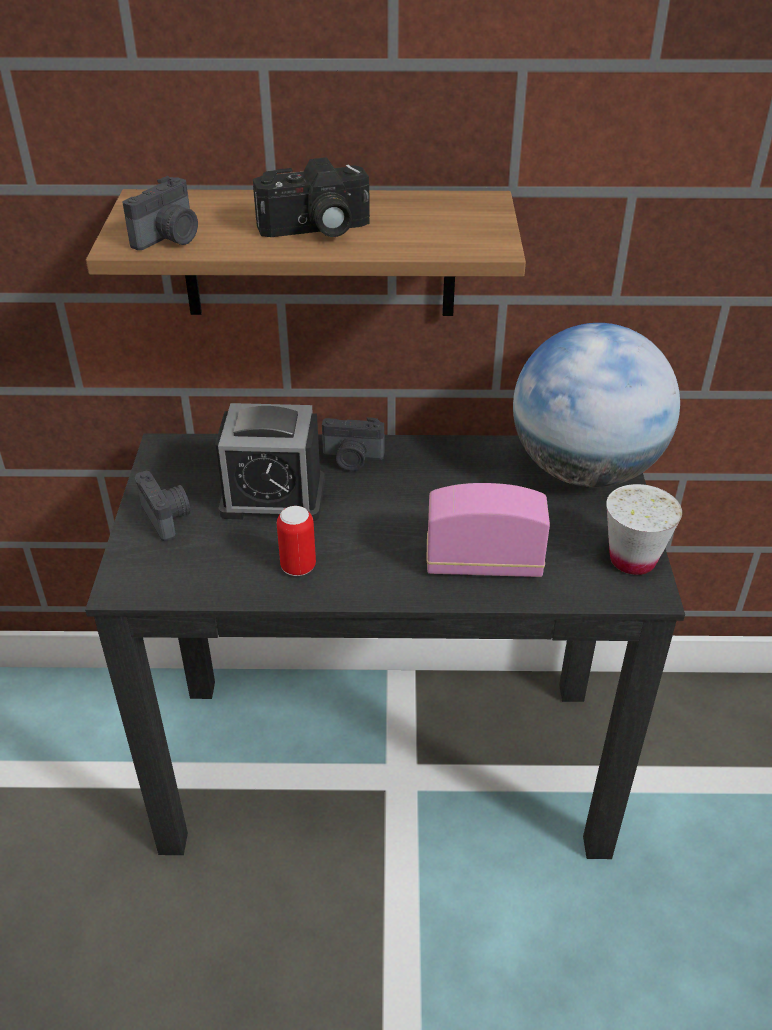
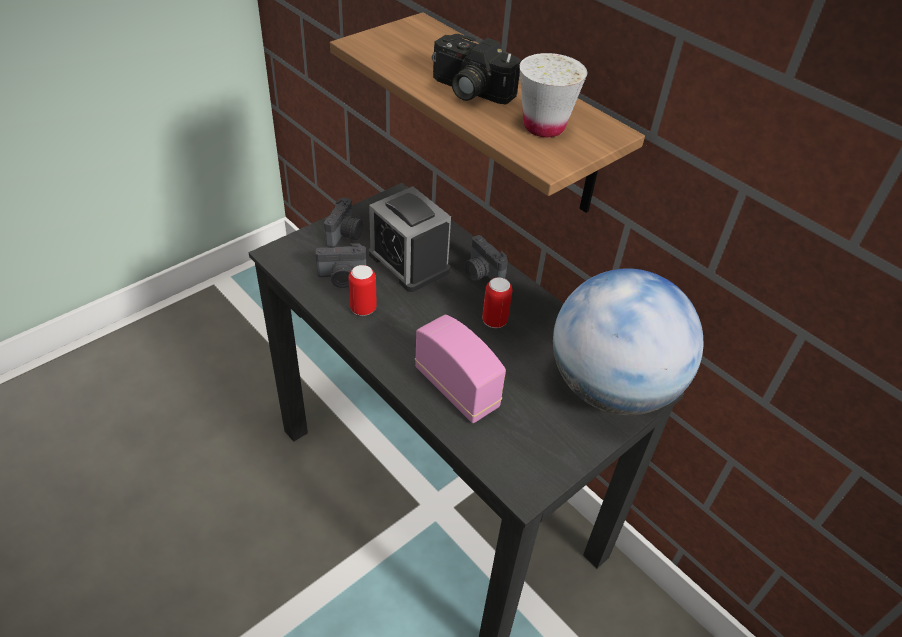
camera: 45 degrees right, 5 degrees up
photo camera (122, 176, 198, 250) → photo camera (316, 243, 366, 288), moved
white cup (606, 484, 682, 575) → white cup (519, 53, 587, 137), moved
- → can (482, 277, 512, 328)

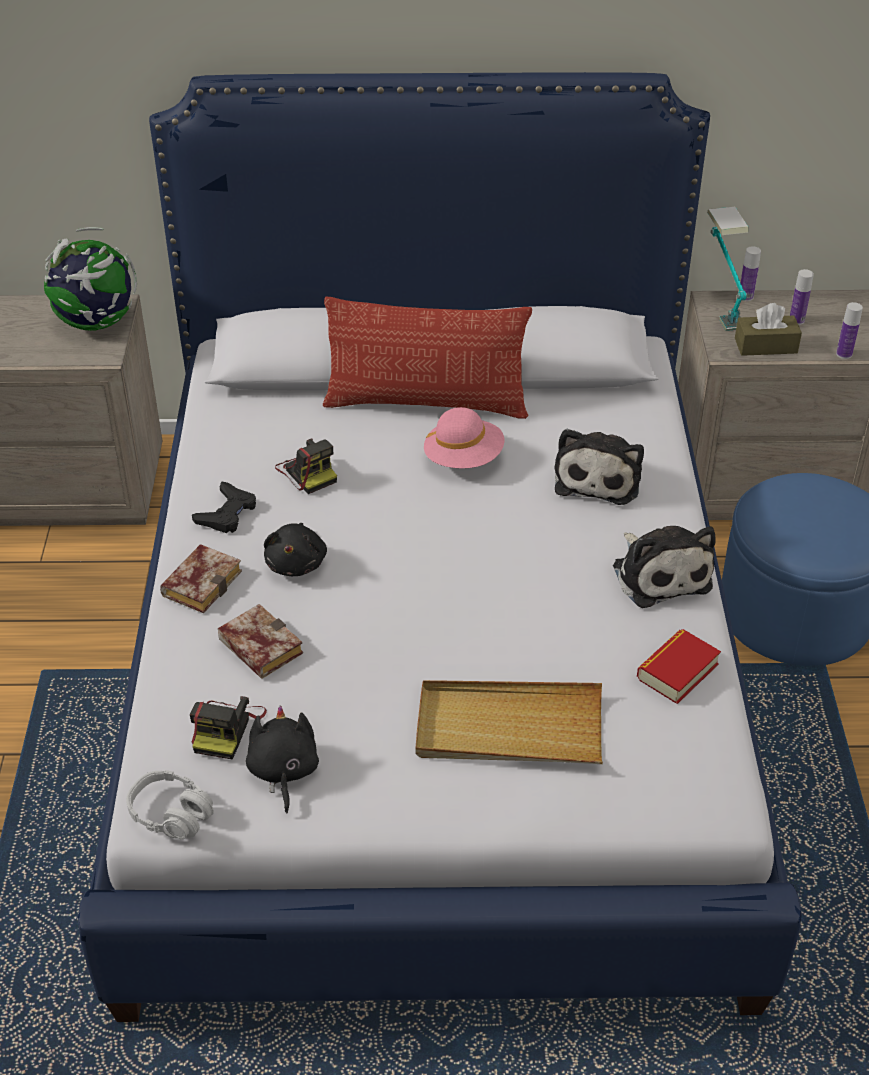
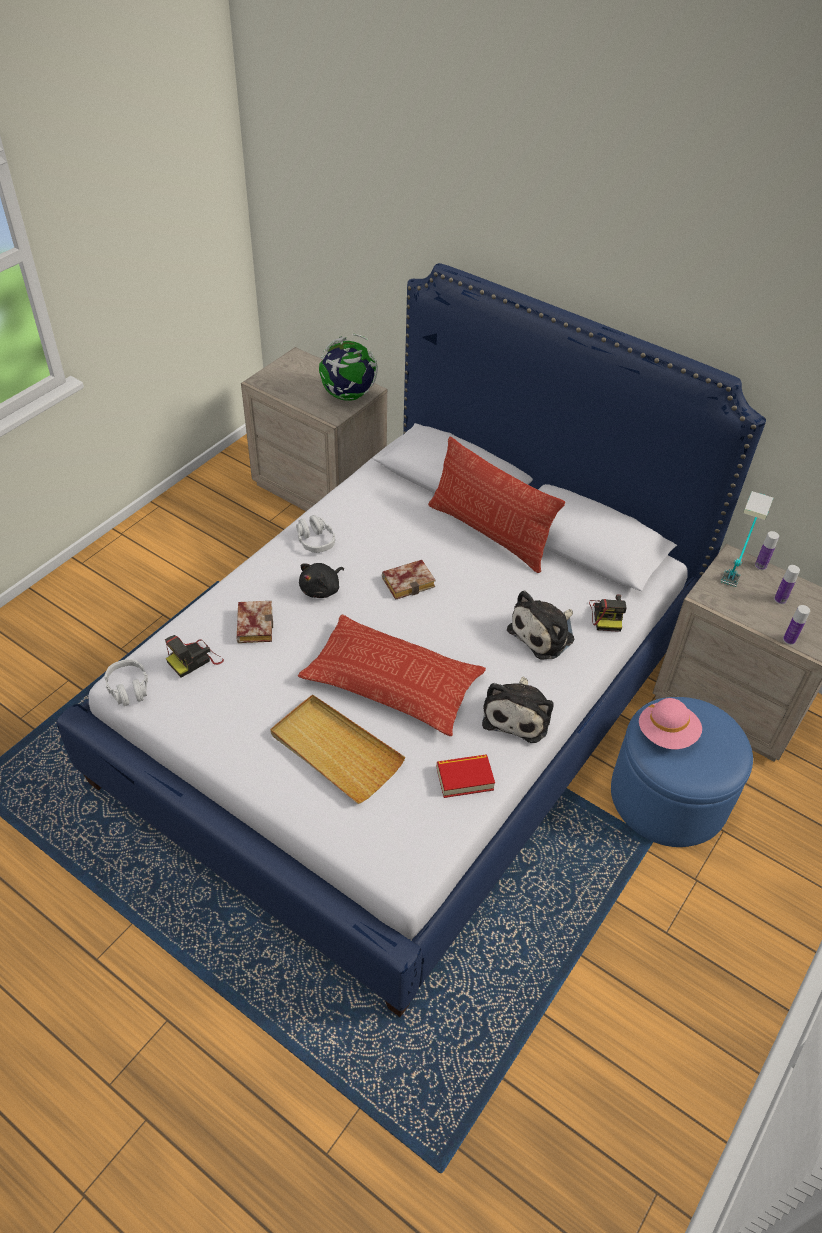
camera: 35 degrees right, 5 degrees up
brown tissue box (735, 303, 802, 356) → -
pink hat (424, 407, 504, 468) → pink hat (639, 698, 702, 749), moved
photo camera (275, 438, 337, 494) → photo camera (589, 595, 627, 632), moved
black game controller (192, 481, 256, 533) → grey headphones (296, 515, 335, 553)
book (160, 544, 242, 613) → book (382, 560, 436, 600), moved
black plush toy (246, 706, 319, 813) → -
- → pillow (298, 615, 486, 736)

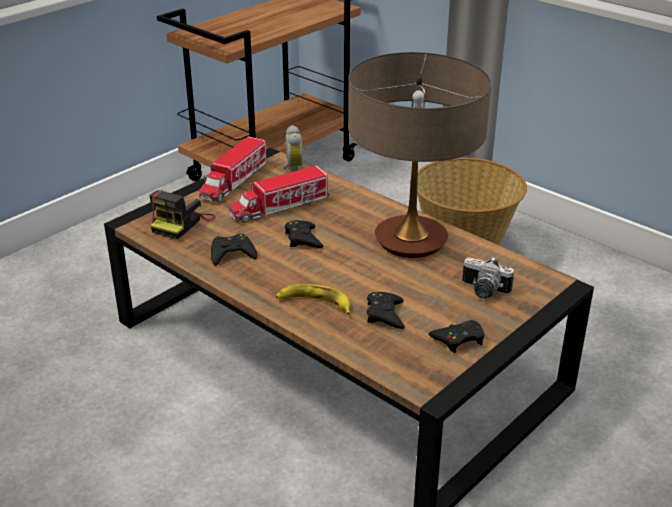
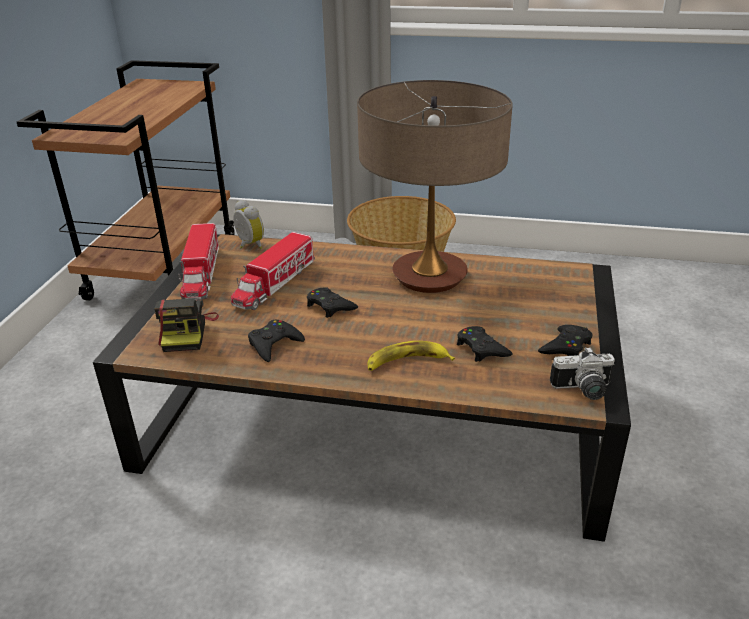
camera: 30 degrees left, 0 degrees up
photo camera (462, 256, 514, 299) → photo camera (550, 347, 615, 400), moved

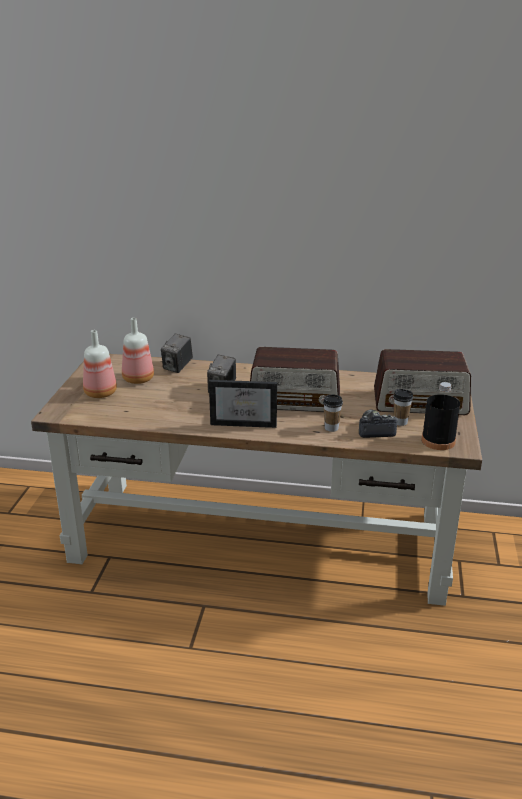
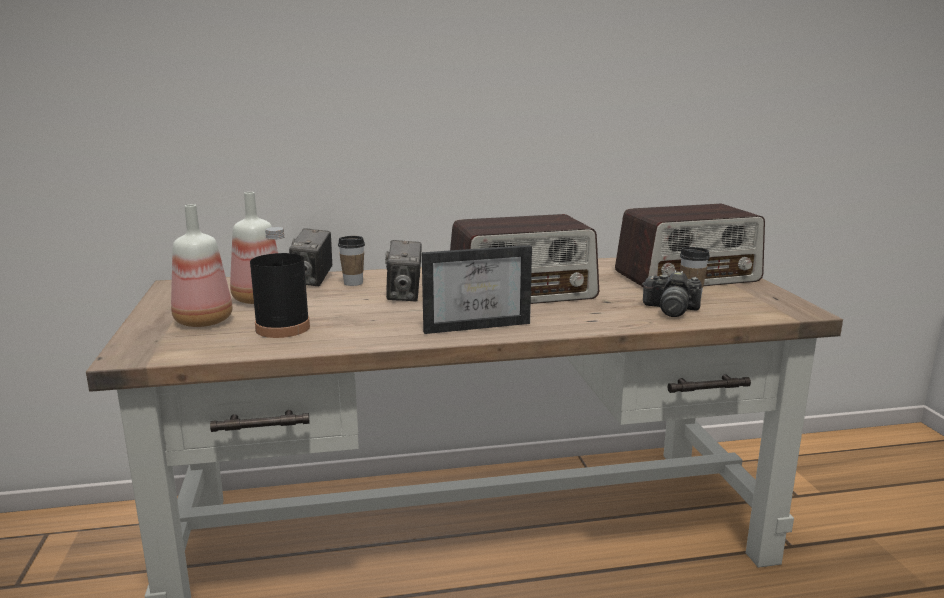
camera: 20 degrees left, 10 degrees down
black bottle (422, 382, 460, 450) → black bottle (250, 227, 310, 338), moved
cup (323, 395, 343, 432) → cup (338, 236, 365, 286), moved
photo camera (359, 410, 398, 438) → photo camera (642, 270, 702, 317), 135 degrees counterclockwise

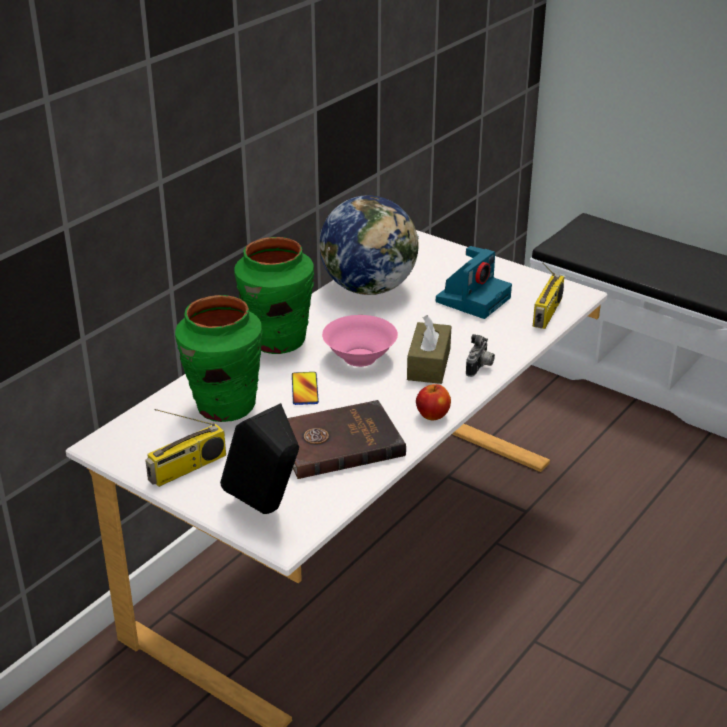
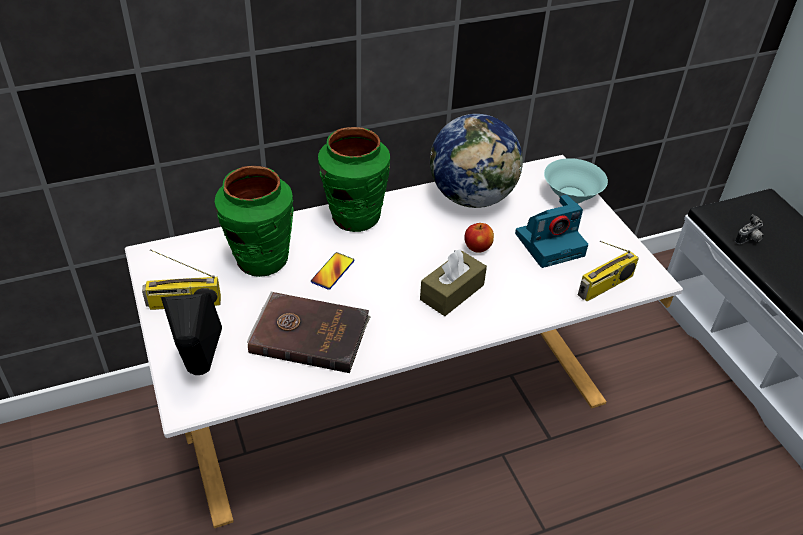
camera: 30 degrees right, 10 degrees up
pink bowl (322, 315, 398, 367) → -
photo camera (466, 334, 495, 377) → photo camera (735, 214, 764, 244), moved
apple (416, 384, 451, 420) → apple (464, 223, 494, 253), moved
- → turquoise bowl (544, 158, 608, 204)

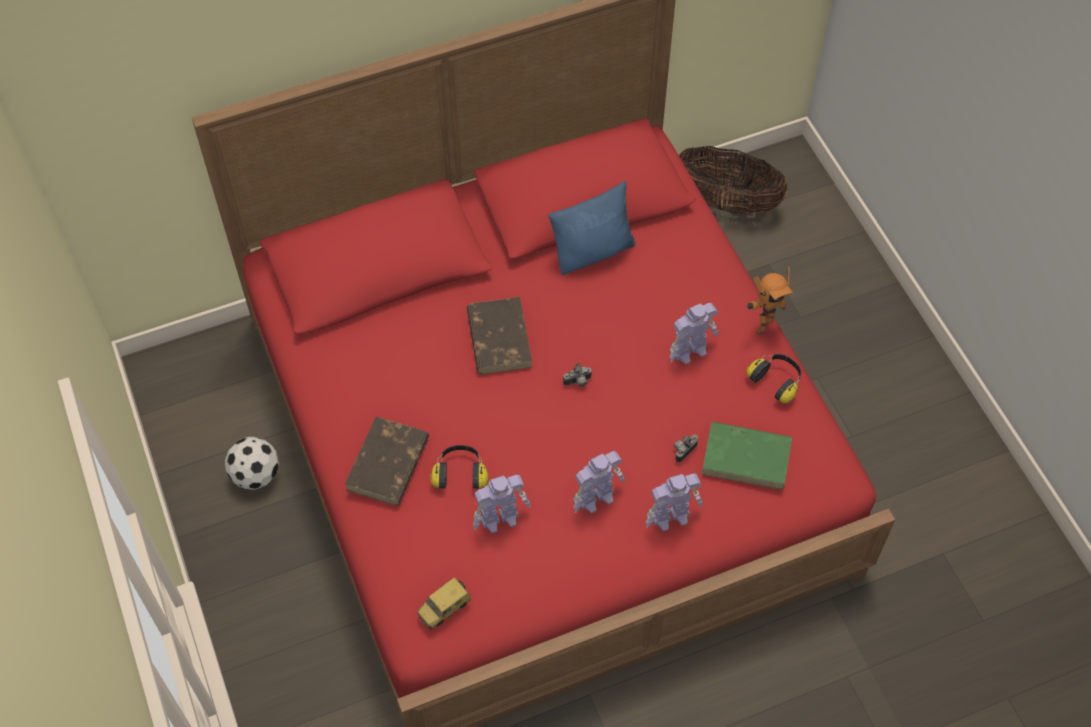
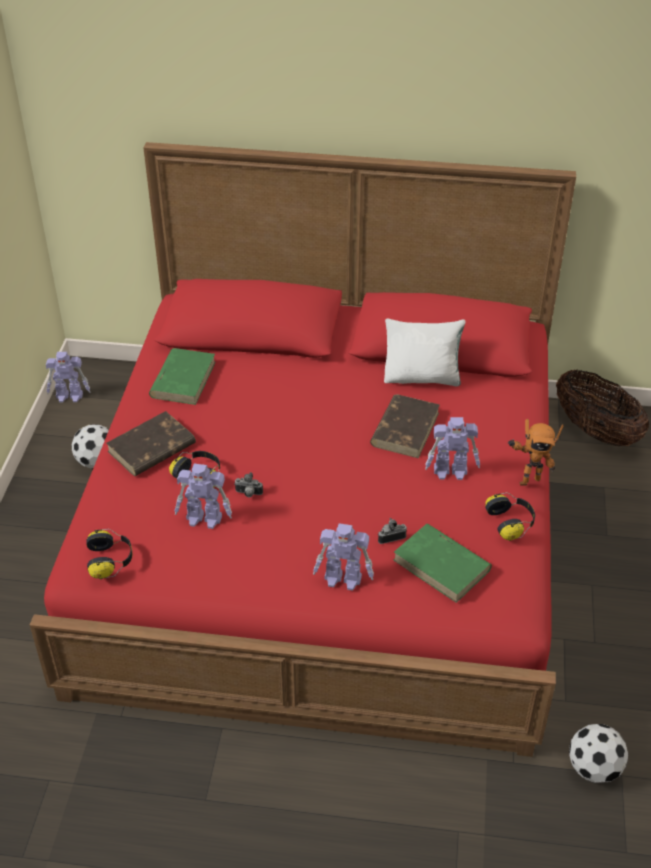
camera: 30 degrees right, 15 degrees down
blue pillow (548, 181, 636, 275) → white pillow (384, 319, 465, 386)
brown book (467, 297, 532, 374) → brown book (370, 394, 440, 458), moved
photo camera (563, 363, 592, 387) → photo camera (234, 472, 263, 498), moved
toy robot (573, 451, 625, 513) → toy robot (46, 352, 90, 402), moved
toy car (417, 577, 472, 629) → headphones (86, 529, 132, 579)
- → green book (149, 348, 216, 405)
- → football (569, 724, 628, 783)

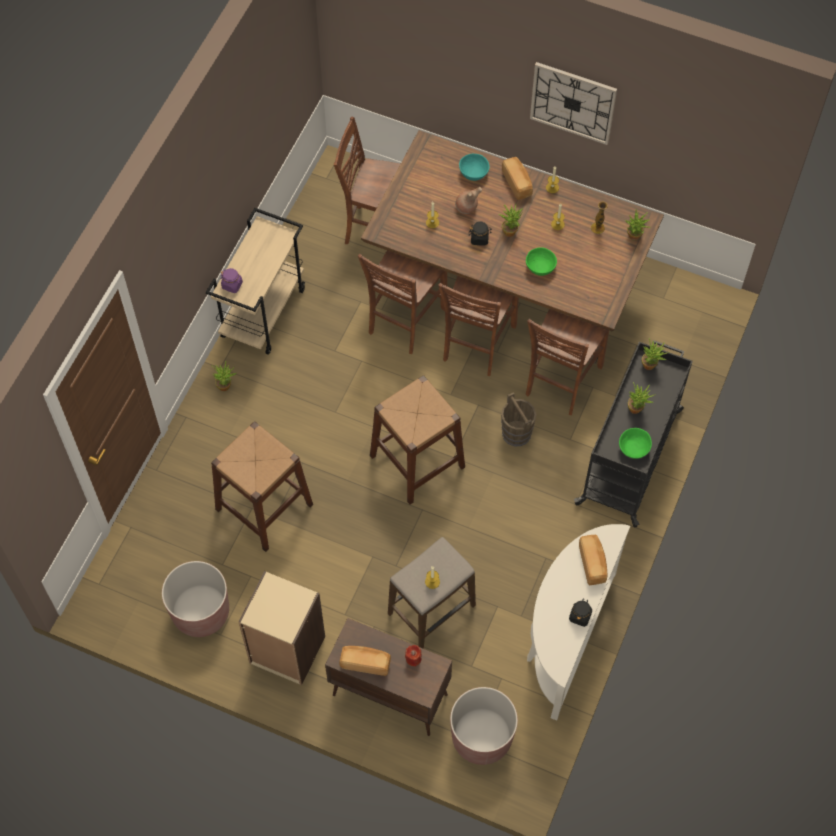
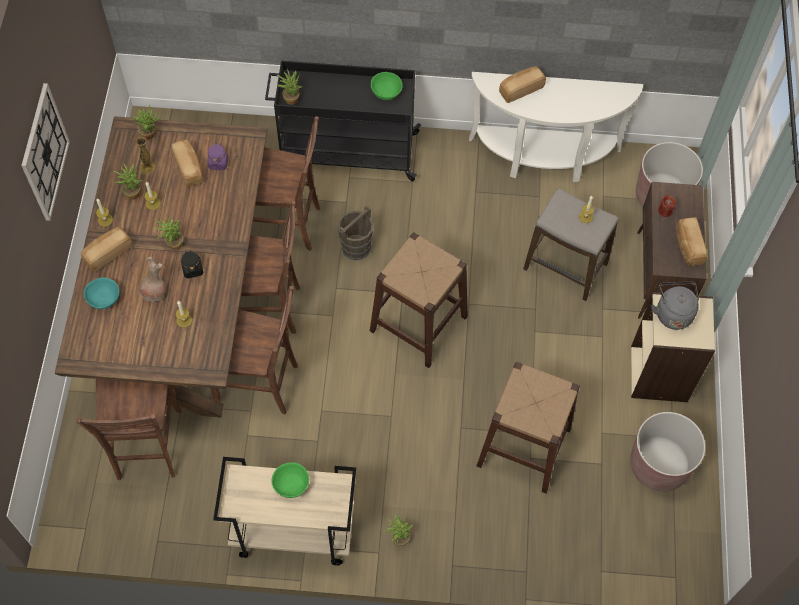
camera: 110 degrees left, 0 degrees up
green bowl (526, 247, 557, 276) → green bowl (271, 462, 309, 498), moved
purple jar (221, 268, 243, 293) → purple jar (207, 143, 229, 170), moved
potted plant (628, 382, 656, 414) → potted plant (113, 162, 142, 200), moved
black jar (569, 598, 592, 627) → -
- → bread (171, 139, 203, 187)
- → grey kettle (651, 281, 699, 330)

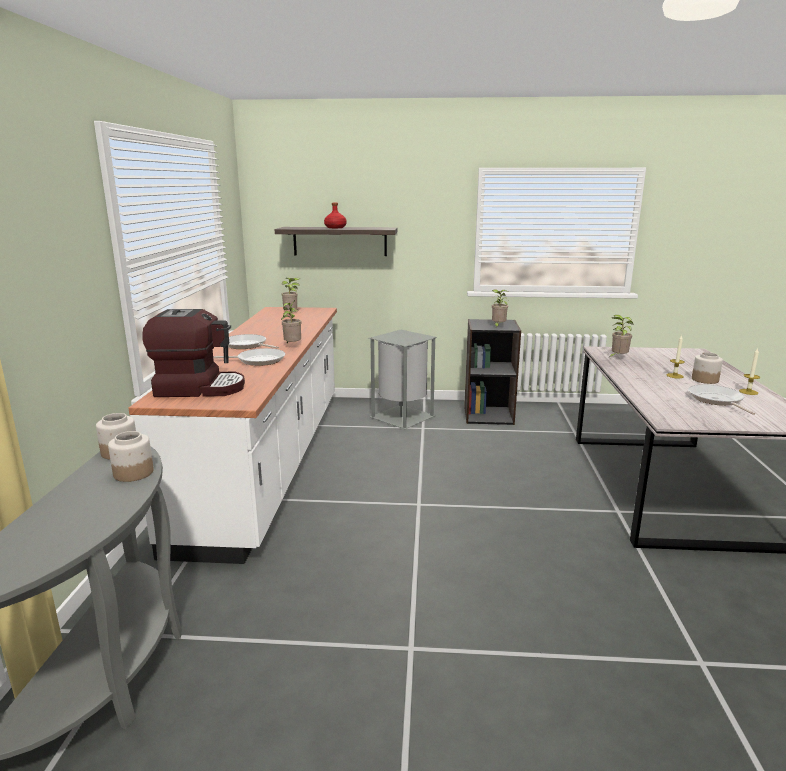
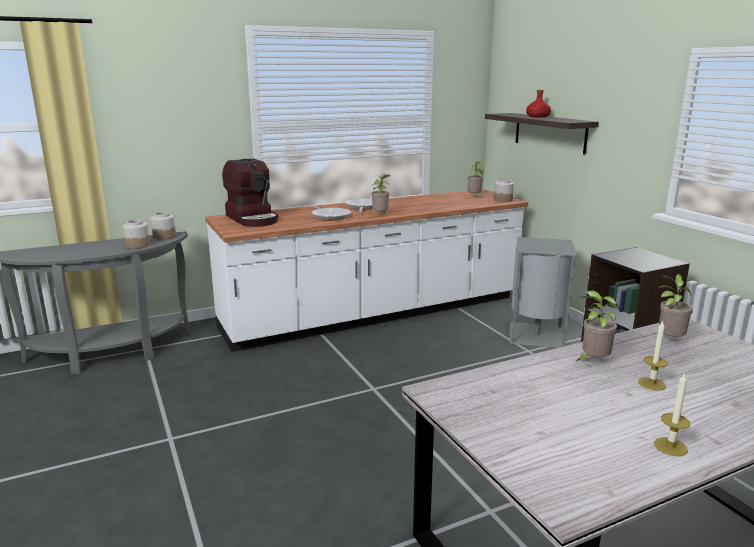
camera: 60 degrees right, 0 degrees up
potted plant (492, 289, 508, 329) → potted plant (577, 290, 619, 361), moved
jar (692, 352, 723, 384) → jar (494, 179, 514, 202), moved
frying pan (688, 384, 756, 415) → -

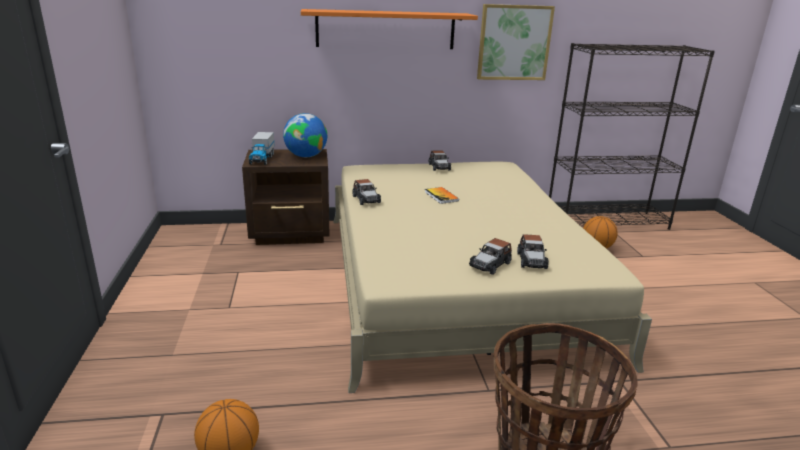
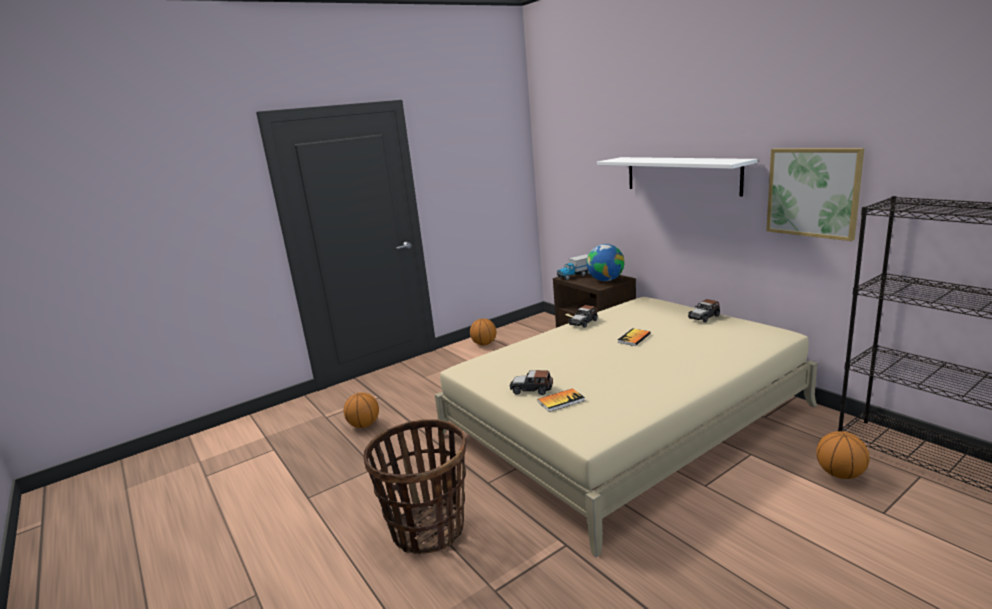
camera: 65 degrees right, 5 degrees down
orange shelf (301, 9, 478, 49) → white shelf (597, 157, 758, 196)
toy car (517, 234, 549, 269) → book (538, 388, 585, 412)
- → basketball (470, 318, 496, 345)

